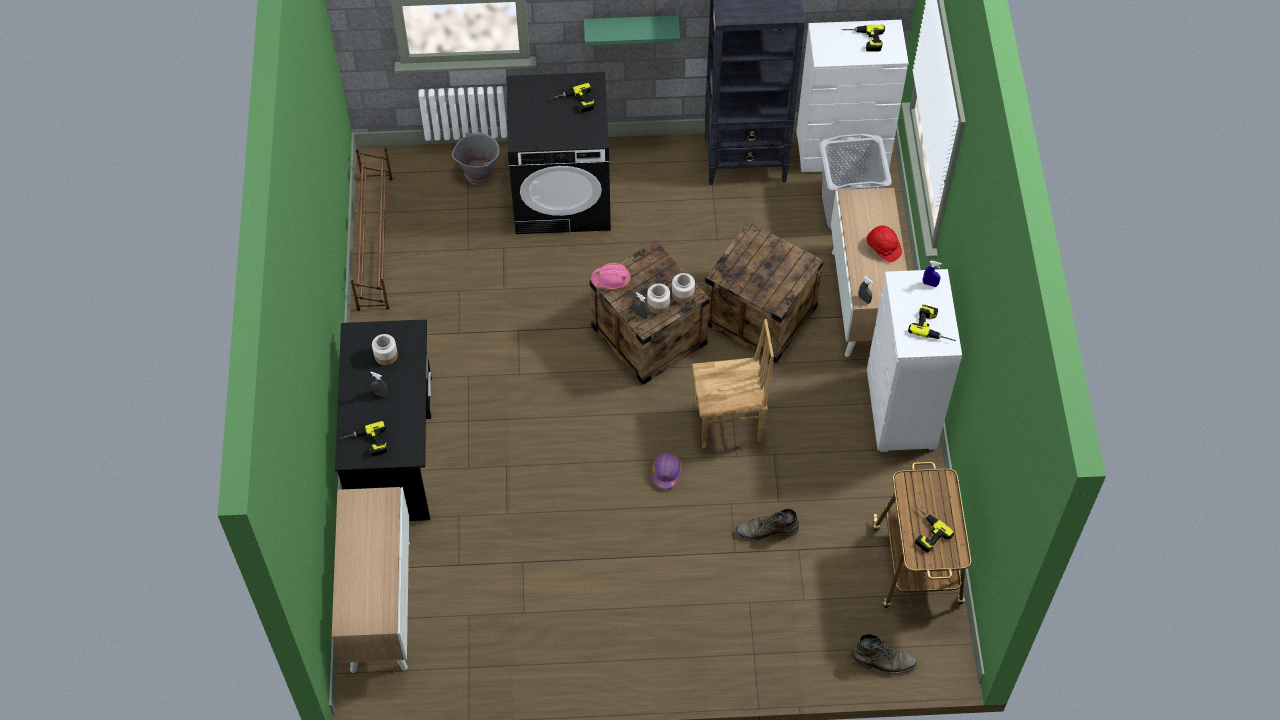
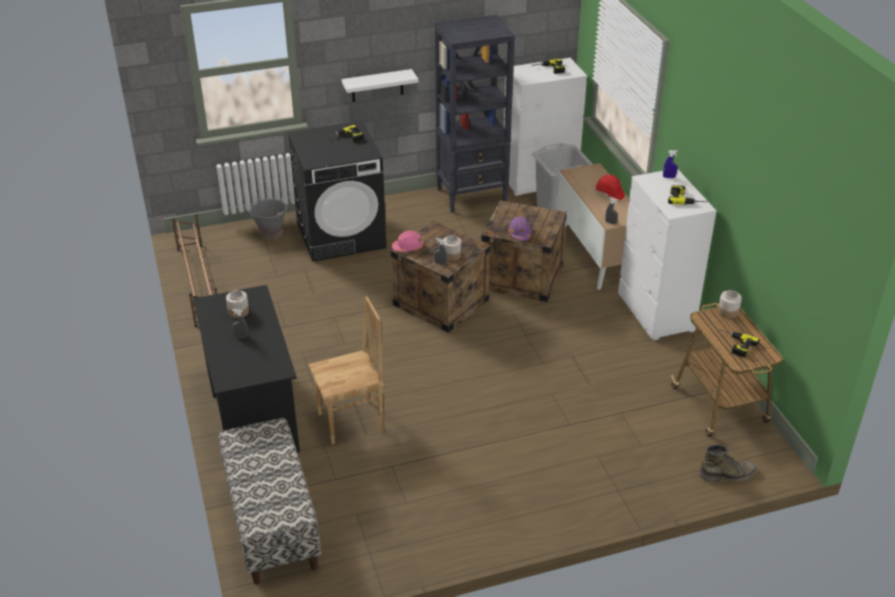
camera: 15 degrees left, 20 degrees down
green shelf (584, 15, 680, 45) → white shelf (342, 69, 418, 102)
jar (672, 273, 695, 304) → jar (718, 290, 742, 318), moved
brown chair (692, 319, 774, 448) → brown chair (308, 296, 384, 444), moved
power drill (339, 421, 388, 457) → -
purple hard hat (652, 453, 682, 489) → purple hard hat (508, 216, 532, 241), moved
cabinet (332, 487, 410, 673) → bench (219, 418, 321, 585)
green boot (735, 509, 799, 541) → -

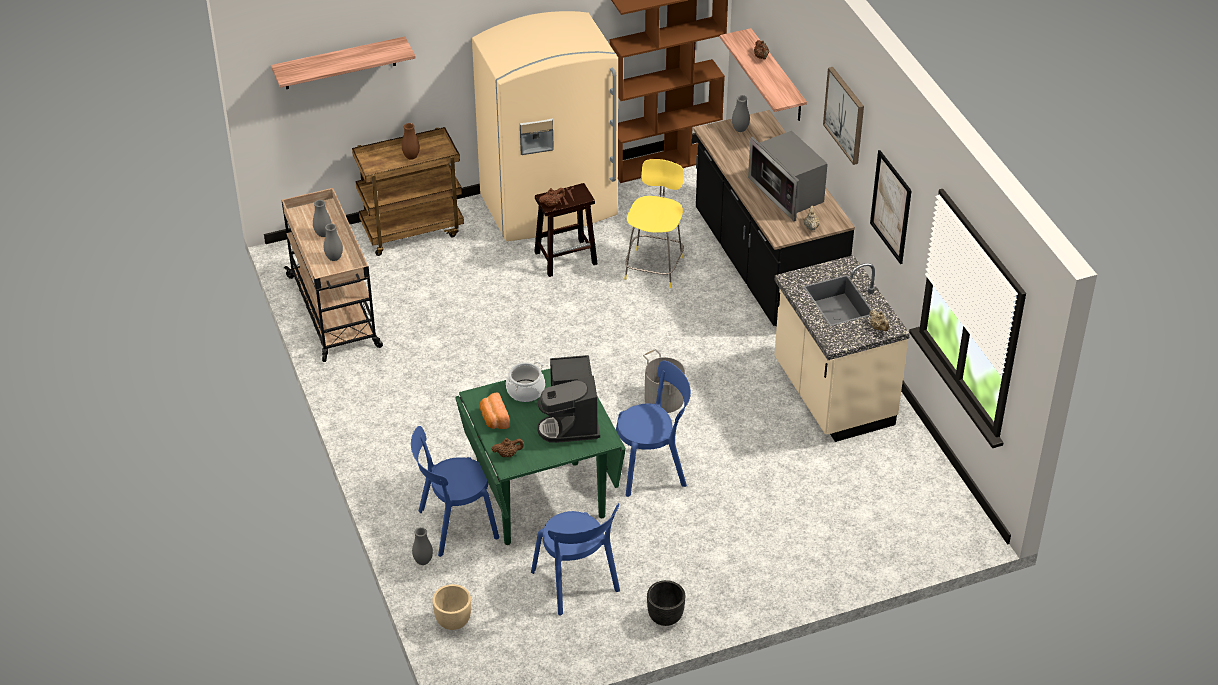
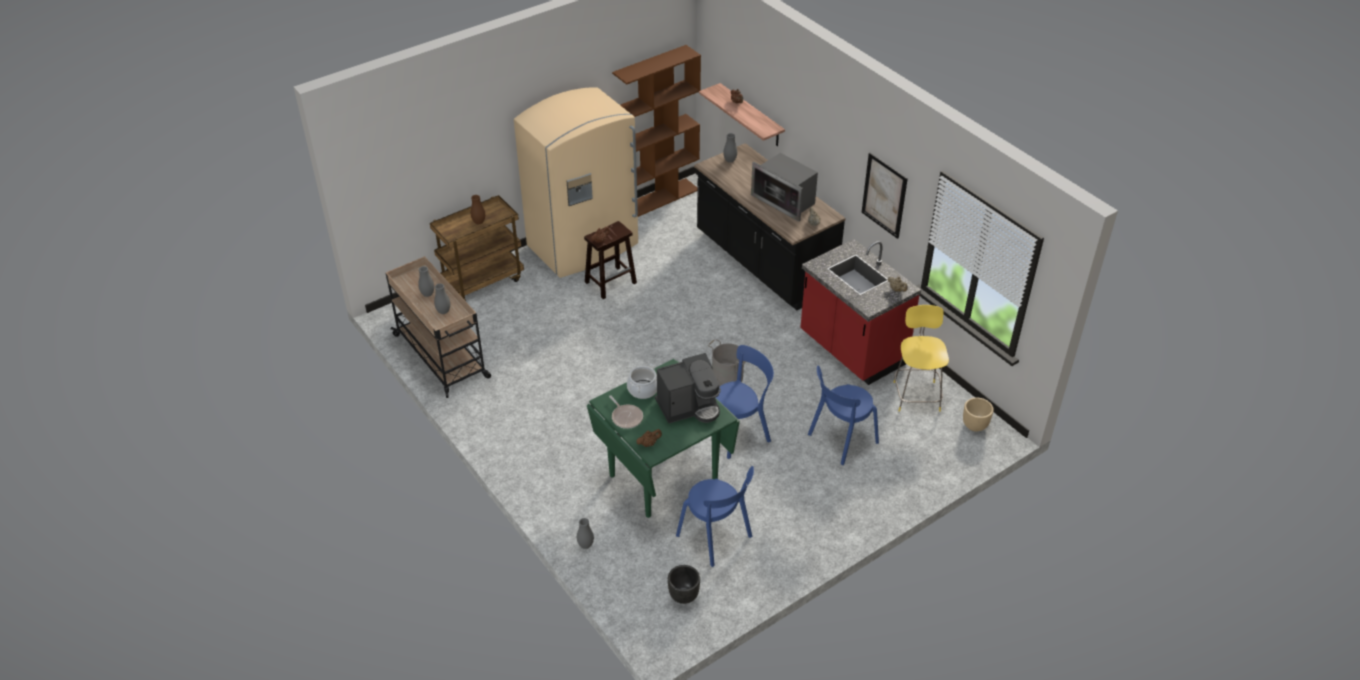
camera: 15 degrees left, 0 degrees up
shelf (271, 37, 416, 89) → -
picture (823, 67, 864, 165) → -
yellow stool (624, 159, 684, 288) → yellow stool (894, 305, 949, 412), moved
beige counter (774, 255, 910, 442) → red counter (800, 239, 921, 385)
coffee machine (537, 355, 600, 443) → coffee machine (655, 353, 721, 424), 90 degrees counterclockwise
bread (480, 392, 510, 429) → frying pan (609, 395, 643, 429)
blue chair (411, 426, 499, 557) → blue chair (808, 365, 879, 465), moved
black planter (647, 580, 685, 626) → black planter (668, 565, 700, 604), moved
beige planter (432, 584, 471, 630) → beige planter (963, 397, 994, 431), moved

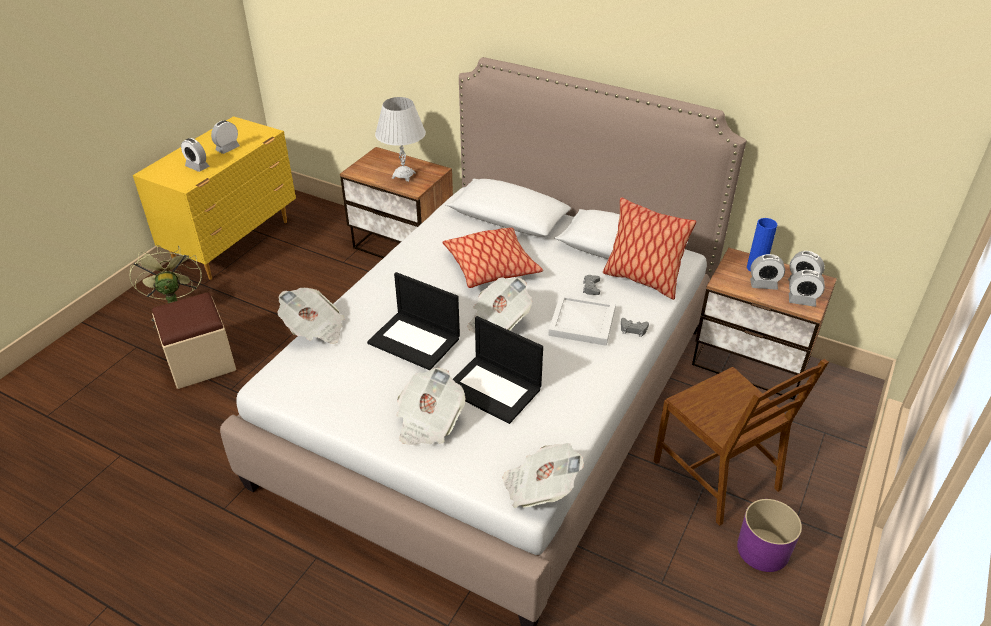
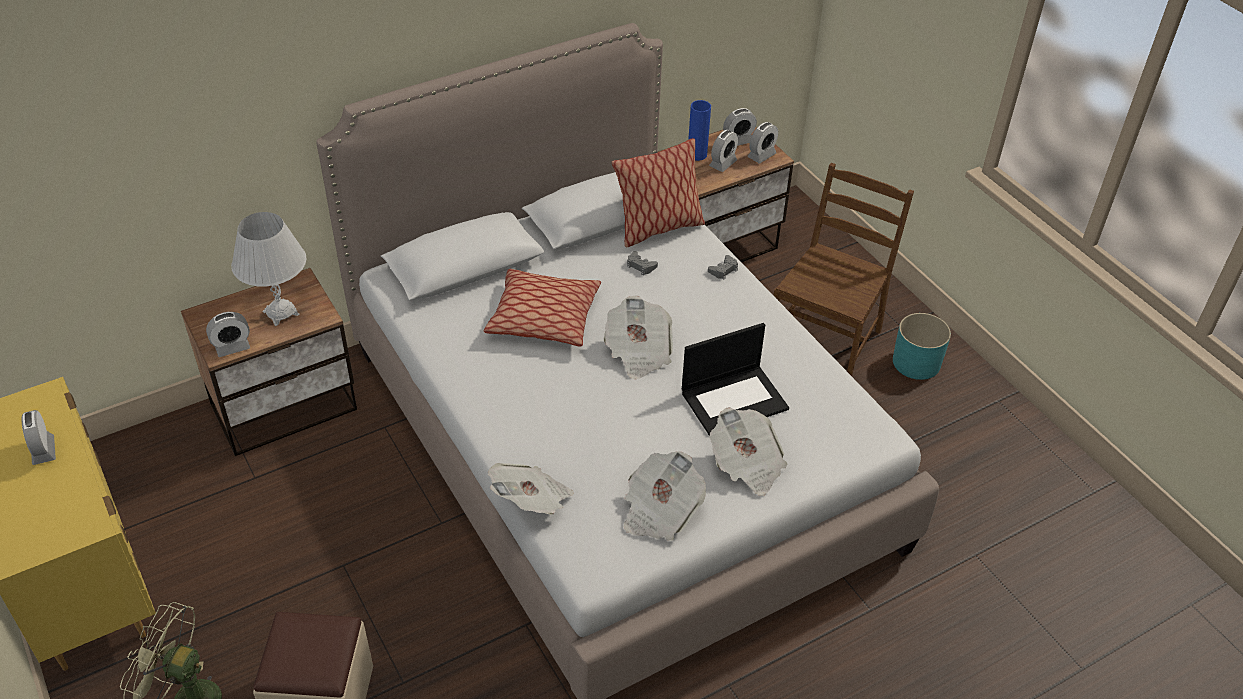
camera: 60 degrees left, 5 degrees up
alarm clock (181, 138, 209, 172) → alarm clock (206, 312, 250, 357), moved
laptop (367, 272, 460, 370) → -
white tray (548, 294, 616, 346) → -
brown chair (654, 359, 829, 526) → brown chair (774, 163, 914, 376), 60 degrees counterclockwise
newspaper (502, 443, 584, 508) → newspaper (624, 451, 706, 541), moved
purple planter (737, 499, 802, 572) → turquoise planter (893, 313, 951, 380)

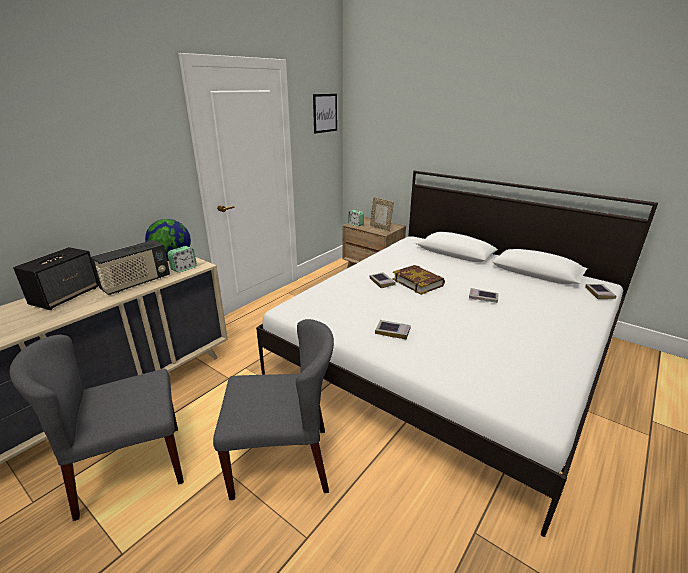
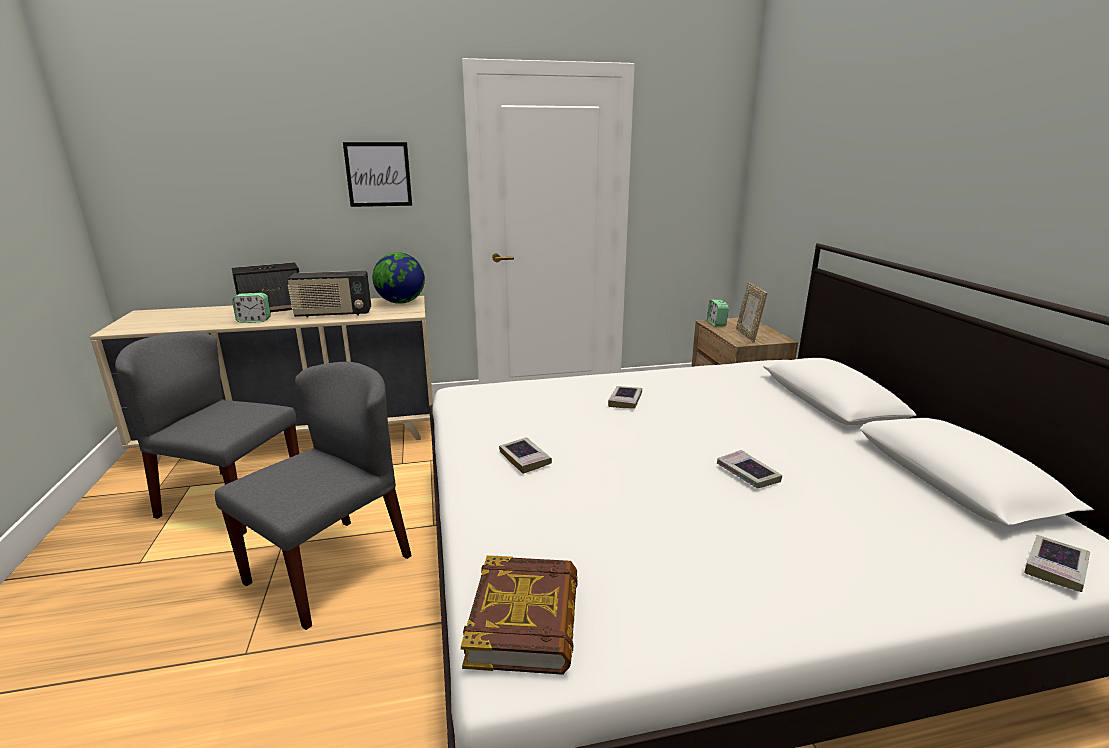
camera: 40 degrees right, 5 degrees down
picture (313, 94, 337, 133) → picture (343, 142, 412, 207), moved
alarm clock (167, 246, 197, 273) → alarm clock (232, 293, 271, 323), moved
book (392, 265, 445, 295) → book (461, 555, 578, 675), moved
grey chair (213, 319, 334, 500) → grey chair (215, 362, 412, 630), 90 degrees counterclockwise

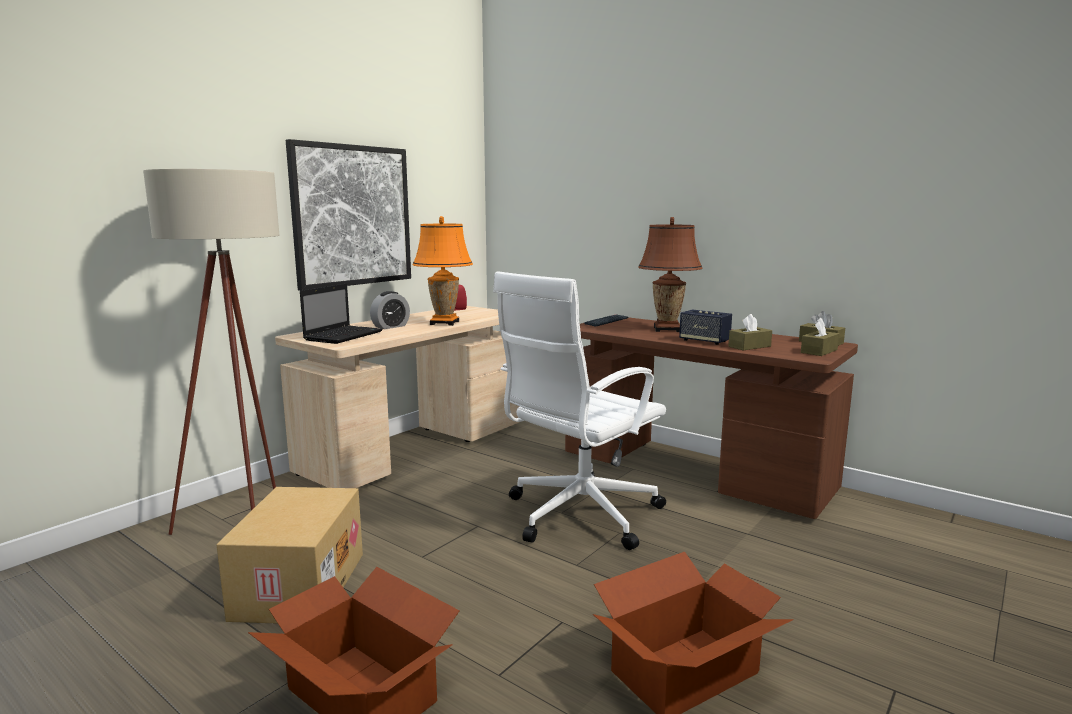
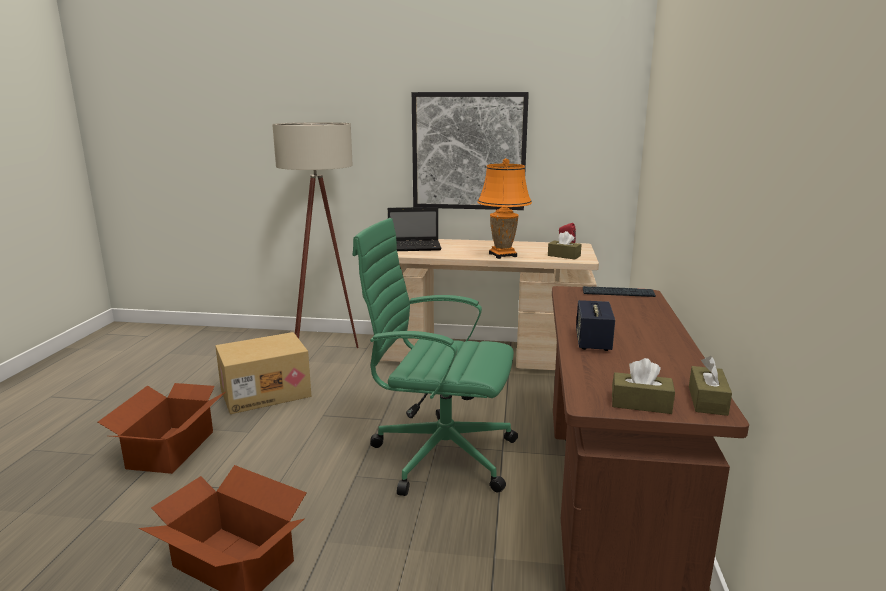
camera: 60 degrees right, 5 degrees up
brown table lamp (638, 217, 703, 332) → -
white office chair (493, 271, 666, 550) → green office chair (353, 218, 518, 496)
alarm clock (370, 291, 410, 329) → -
brown tissue box (729, 314, 772, 350) → brown tissue box (548, 231, 582, 260), moved

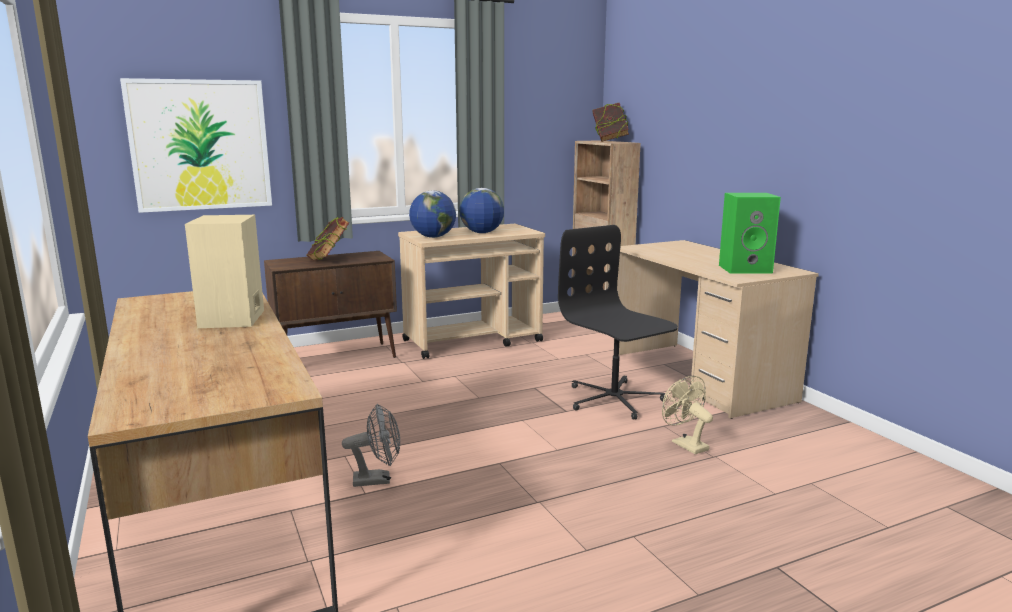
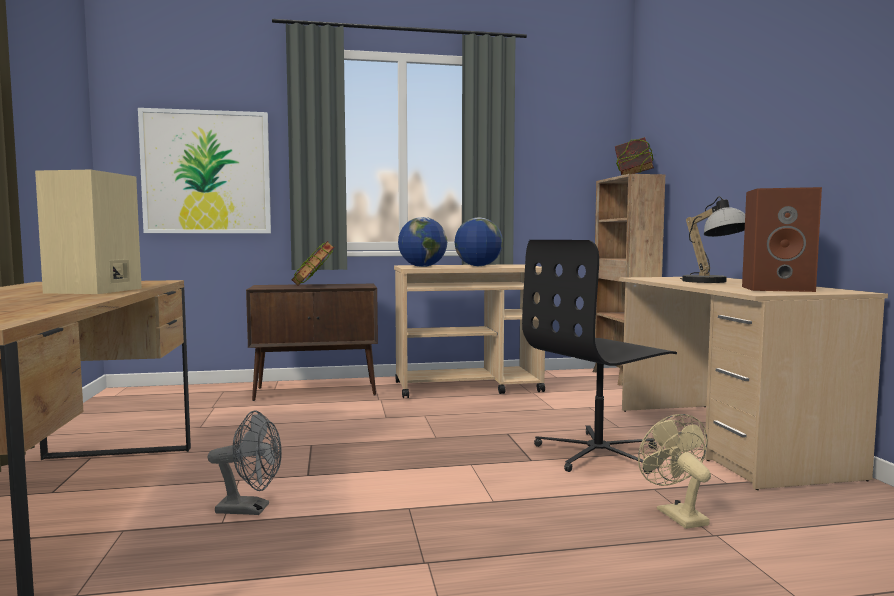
camera: 15 degrees right, 10 degrees down
green speaker (719, 193, 781, 274) → brown speaker (742, 187, 822, 292)
black office chair (558, 225, 678, 420) → black office chair (522, 240, 677, 474), 105 degrees counterclockwise
- → table lamp (680, 196, 745, 283)

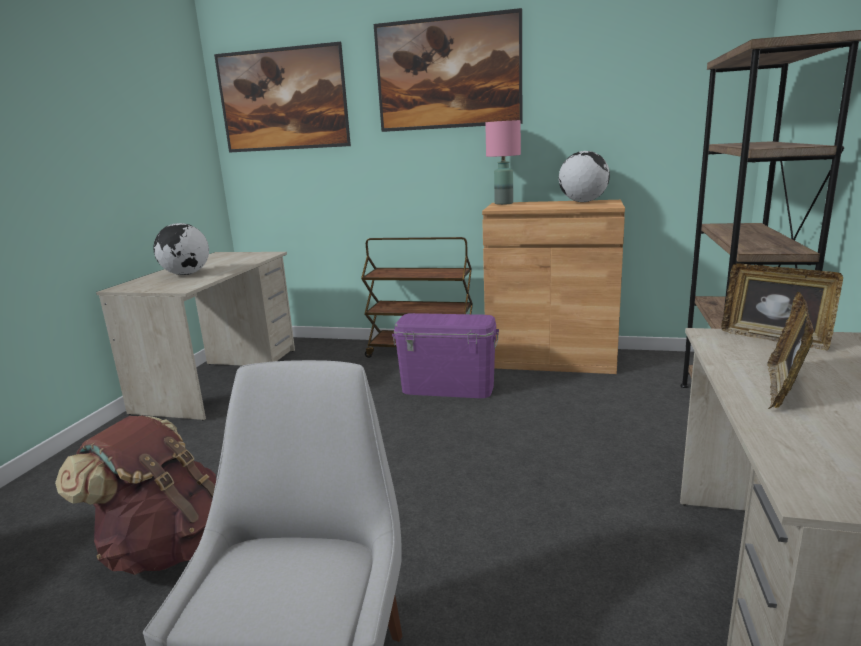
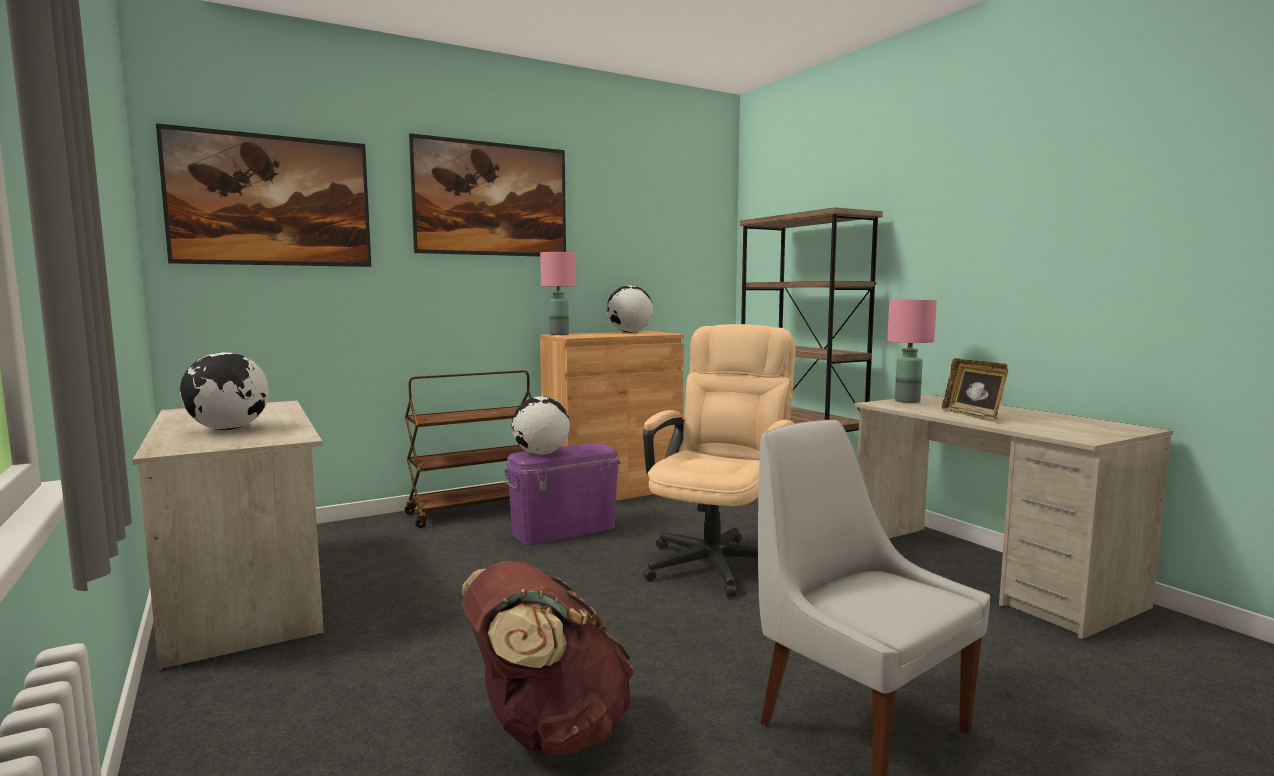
camera: 45 degrees left, 10 degrees down
picture frame (721, 263, 843, 350) → pink table lamp (887, 299, 937, 403)
- → beige office chair (643, 324, 795, 597)
- → globe (512, 396, 570, 455)

